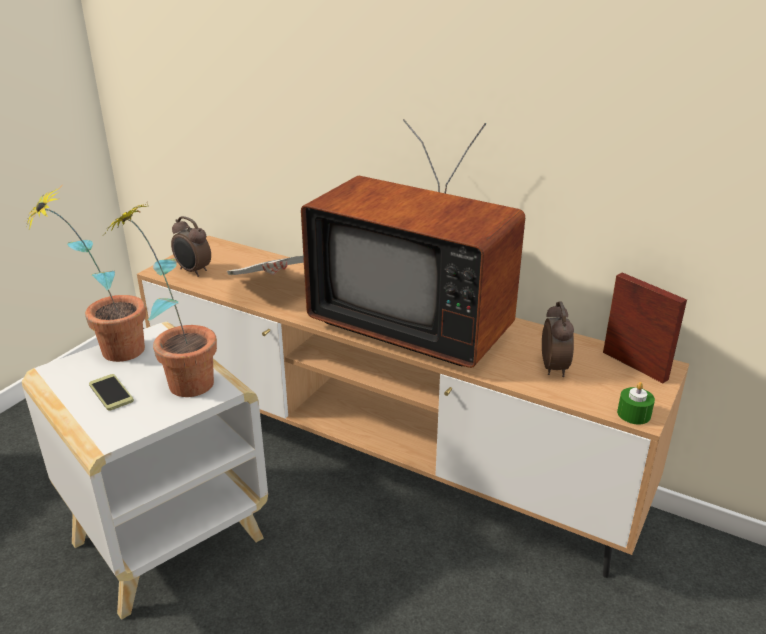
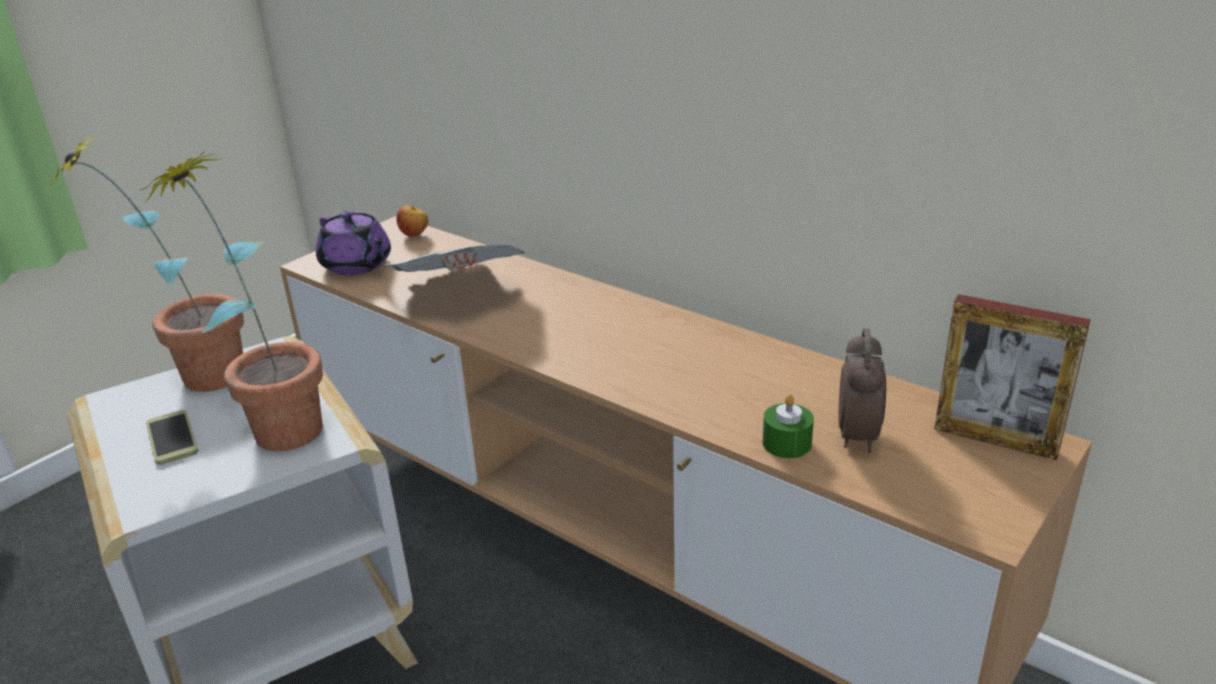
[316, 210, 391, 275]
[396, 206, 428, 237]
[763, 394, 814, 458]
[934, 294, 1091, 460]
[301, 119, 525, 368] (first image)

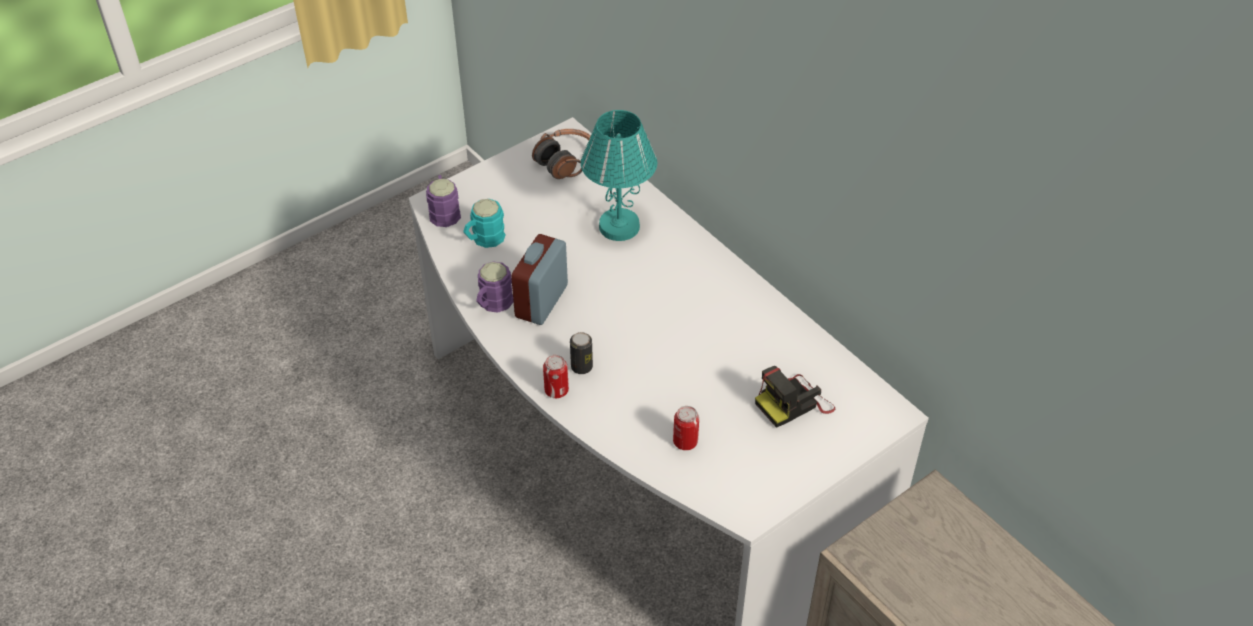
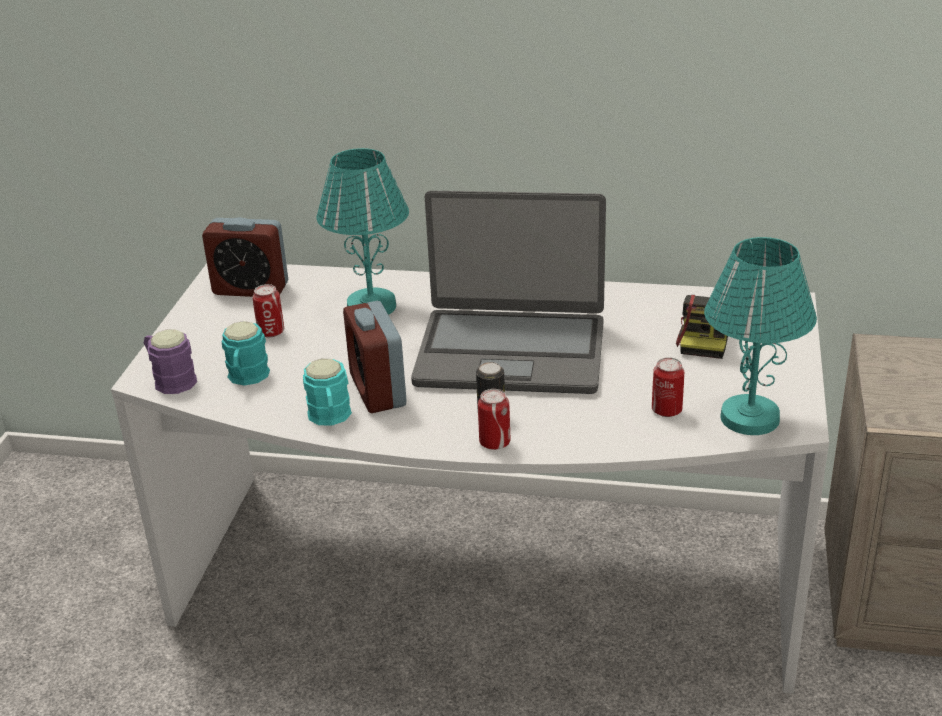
[202, 217, 288, 297]
[252, 284, 284, 337]
[303, 359, 352, 426]
[411, 191, 606, 394]
[704, 237, 817, 435]

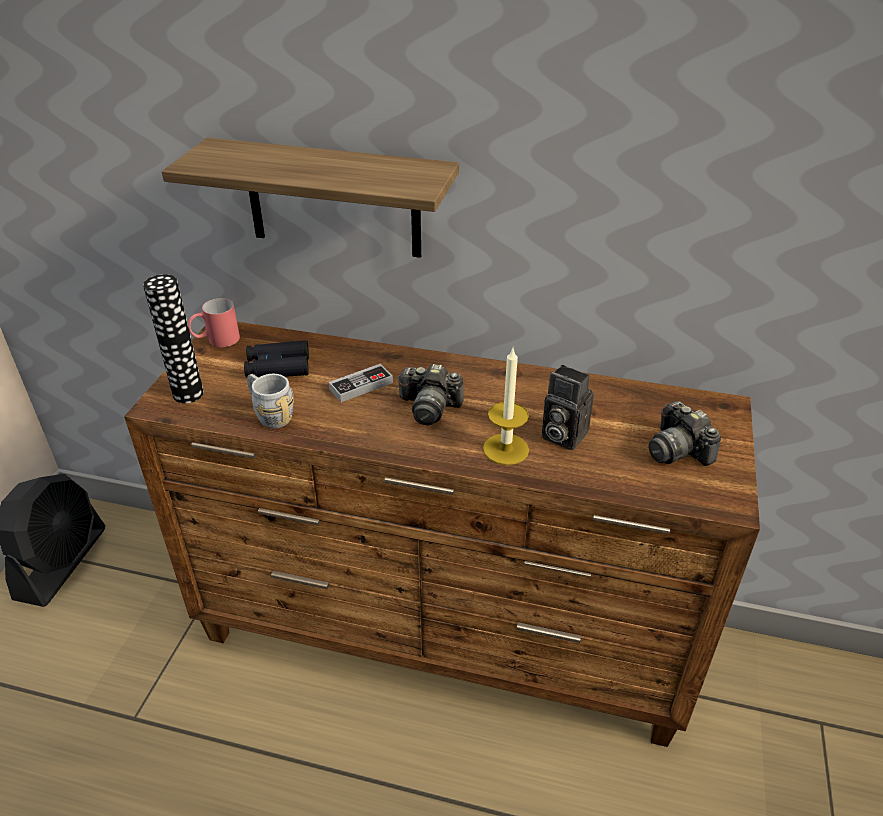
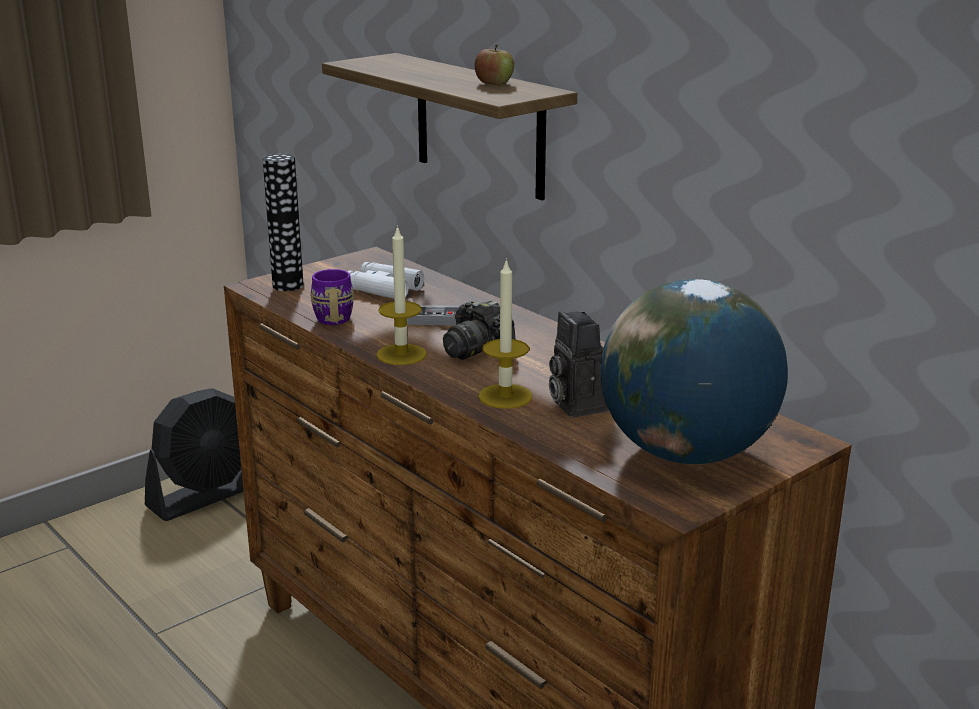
[311, 269, 354, 325]
[347, 262, 424, 299]
[376, 225, 427, 365]
[475, 44, 514, 85]
[600, 279, 788, 464]
[188, 298, 240, 347] (first image)

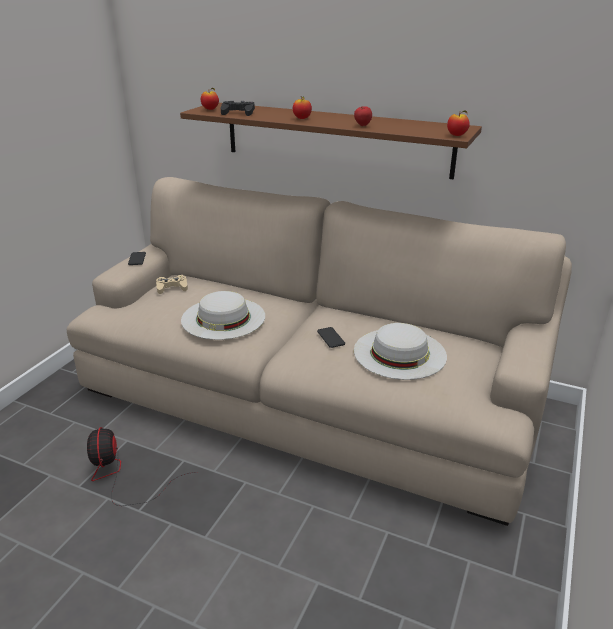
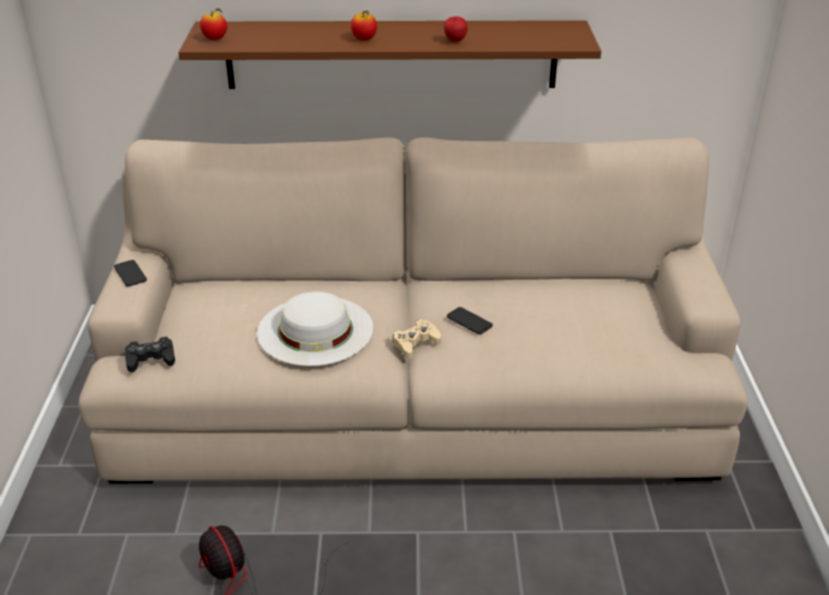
[125, 337, 175, 372]
[393, 320, 441, 359]
[354, 323, 447, 380] (first image)
[447, 110, 470, 136] (first image)

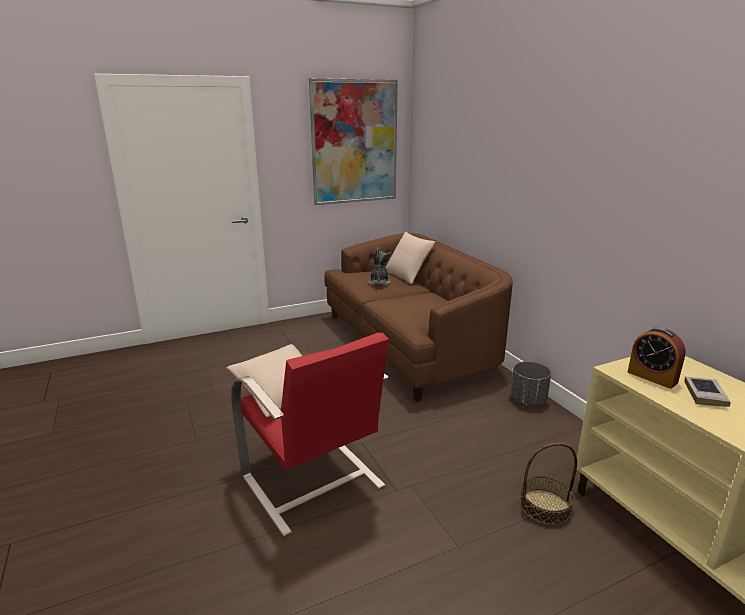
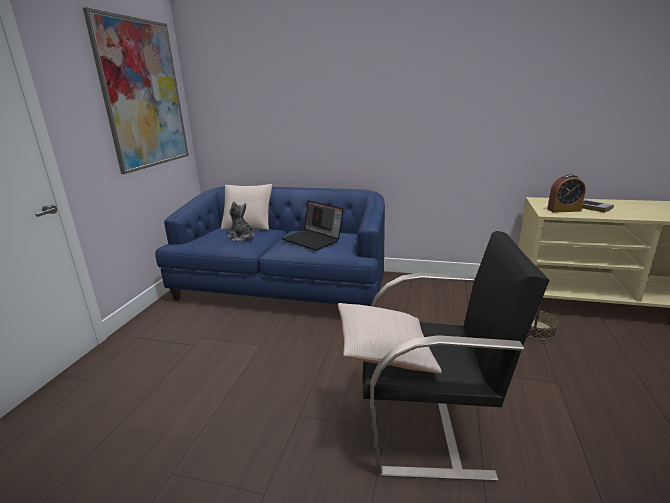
[155, 186, 385, 306]
[282, 200, 344, 251]
[362, 231, 550, 481]
[511, 362, 551, 405] (first image)

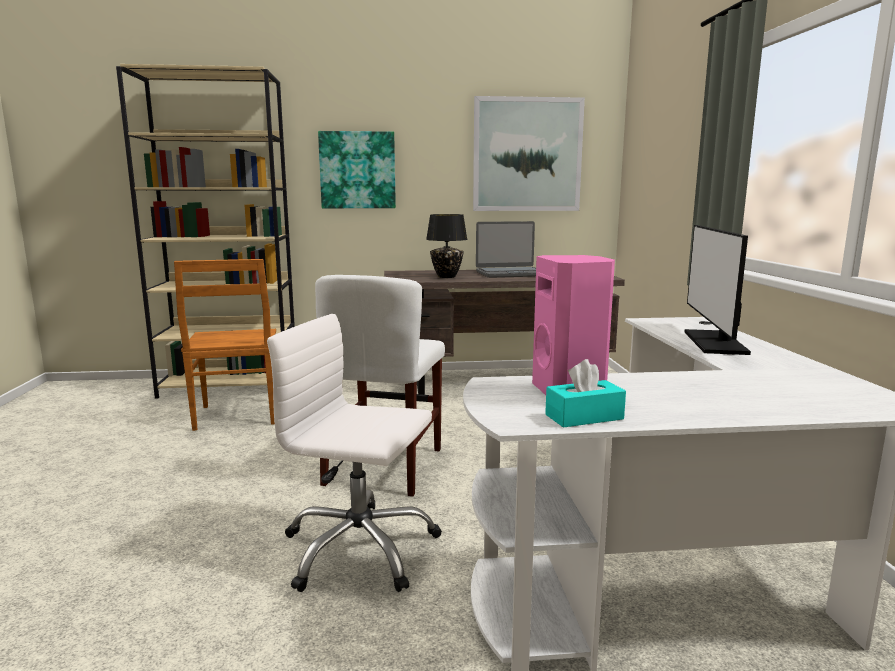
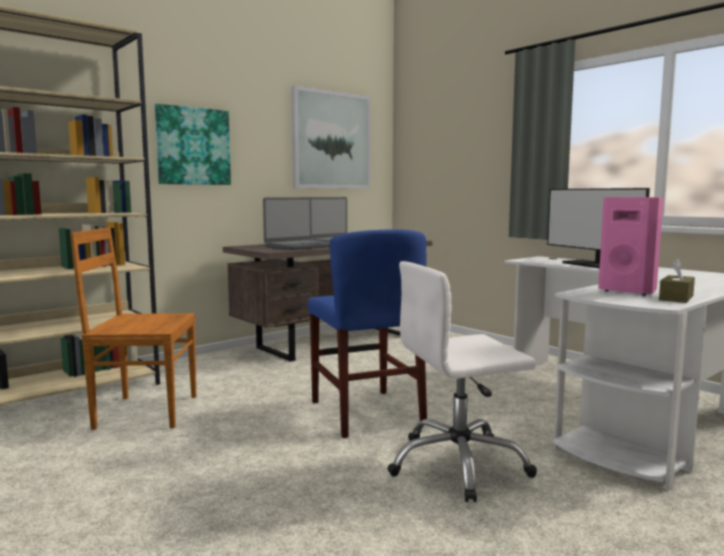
[70, 227, 196, 430]
[263, 197, 330, 250]
[308, 229, 427, 438]
[659, 259, 695, 303]

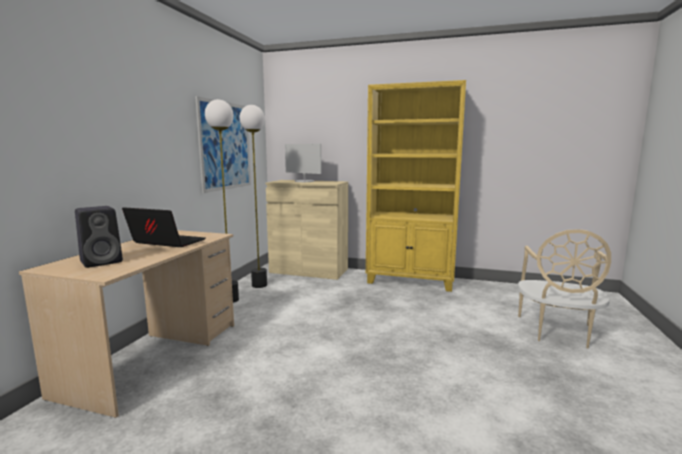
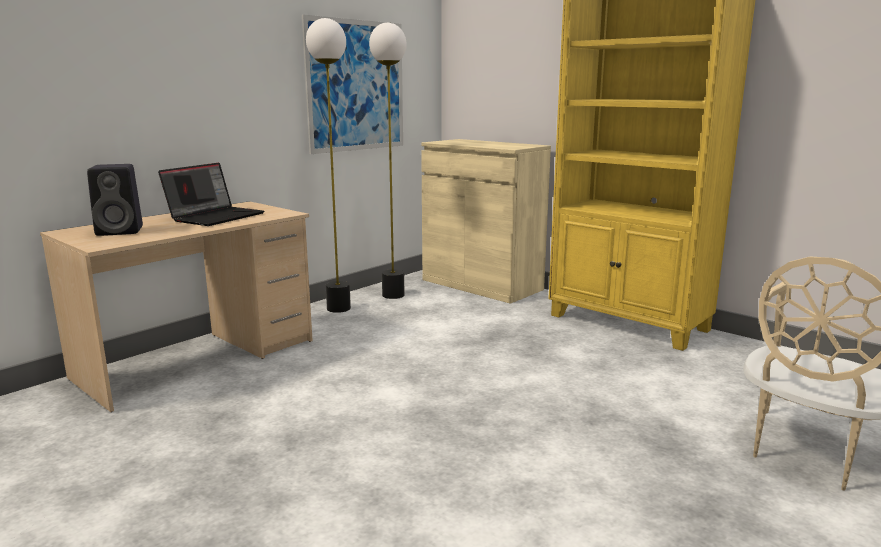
[158, 163, 264, 226]
[285, 144, 322, 182] (first image)

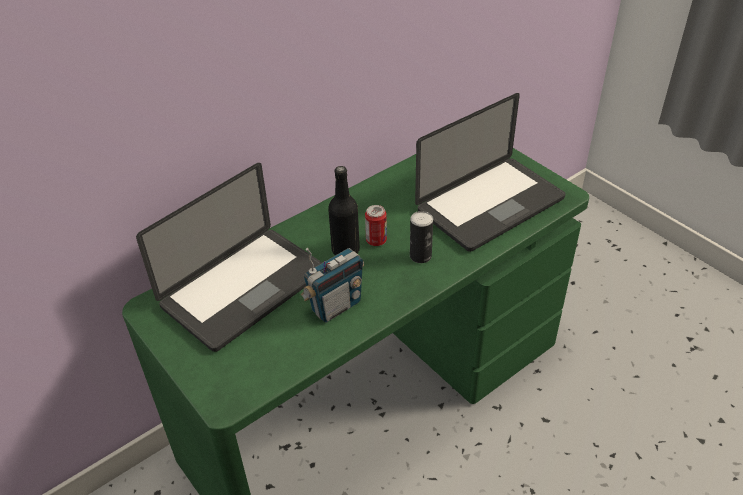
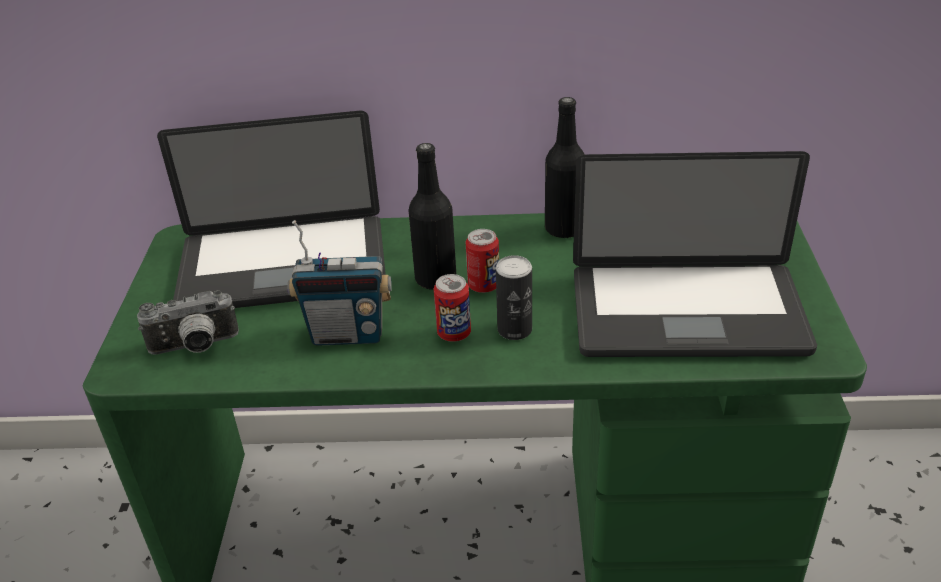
[137, 290, 239, 355]
[434, 274, 471, 342]
[545, 97, 585, 239]

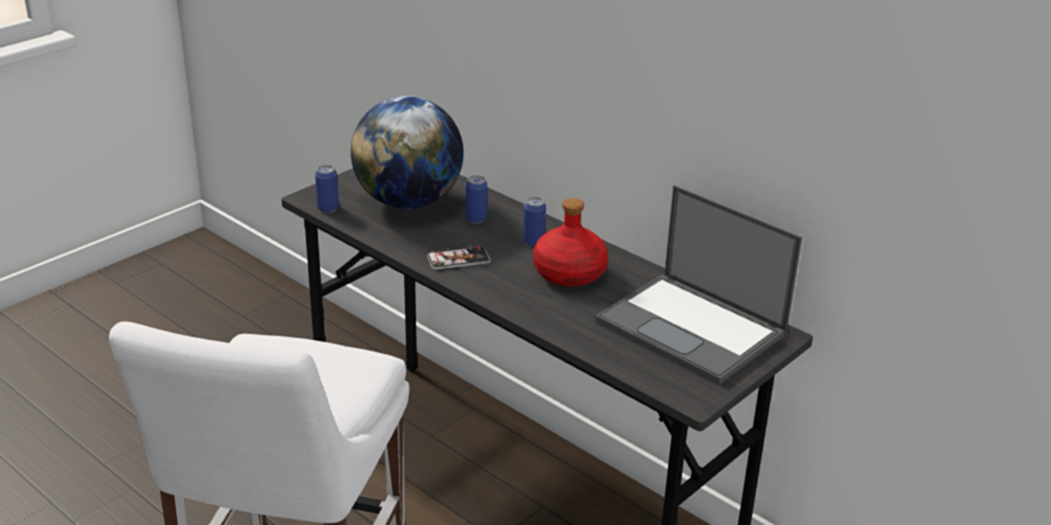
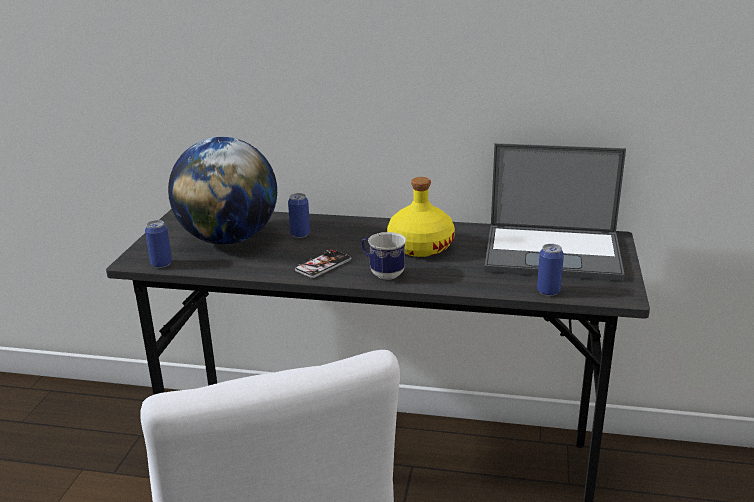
[361, 232, 406, 280]
[387, 177, 455, 257]
[537, 244, 564, 296]

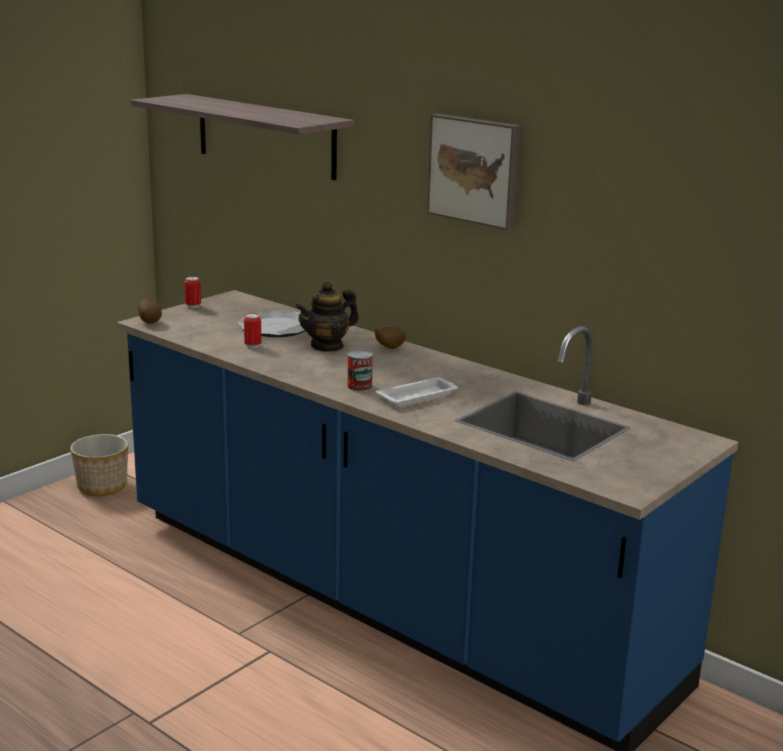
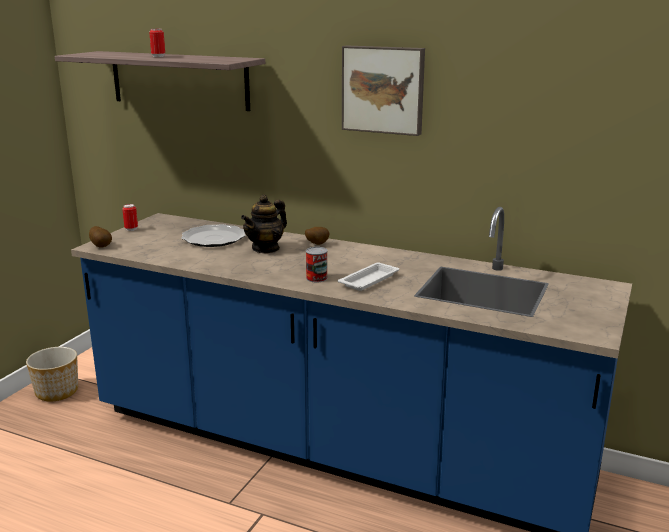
[149, 29, 165, 57]

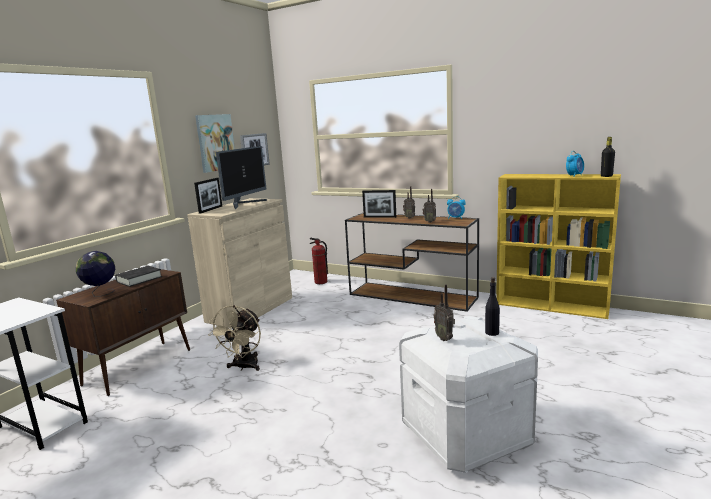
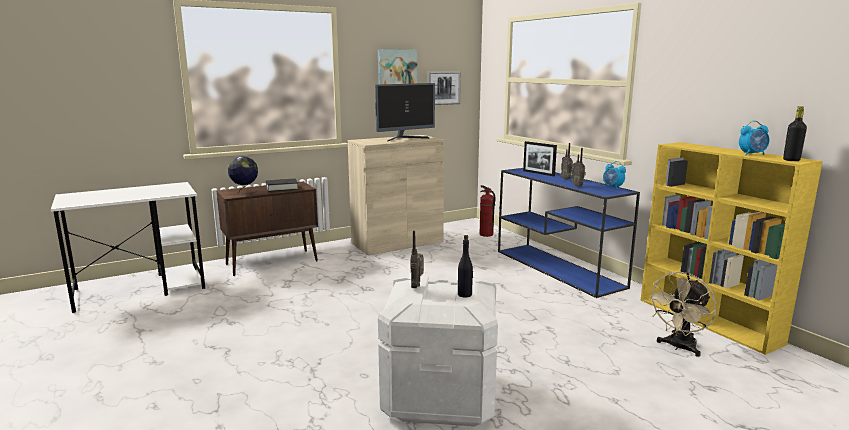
[498, 168, 640, 298]
[647, 271, 716, 357]
[194, 178, 222, 214] (first image)

